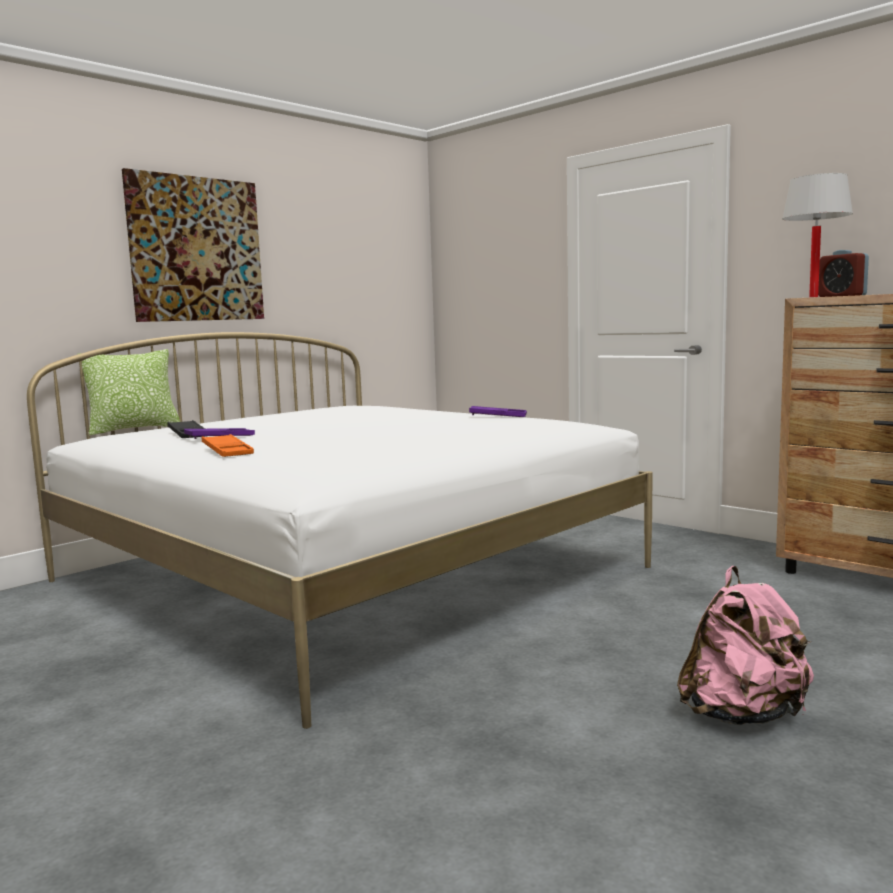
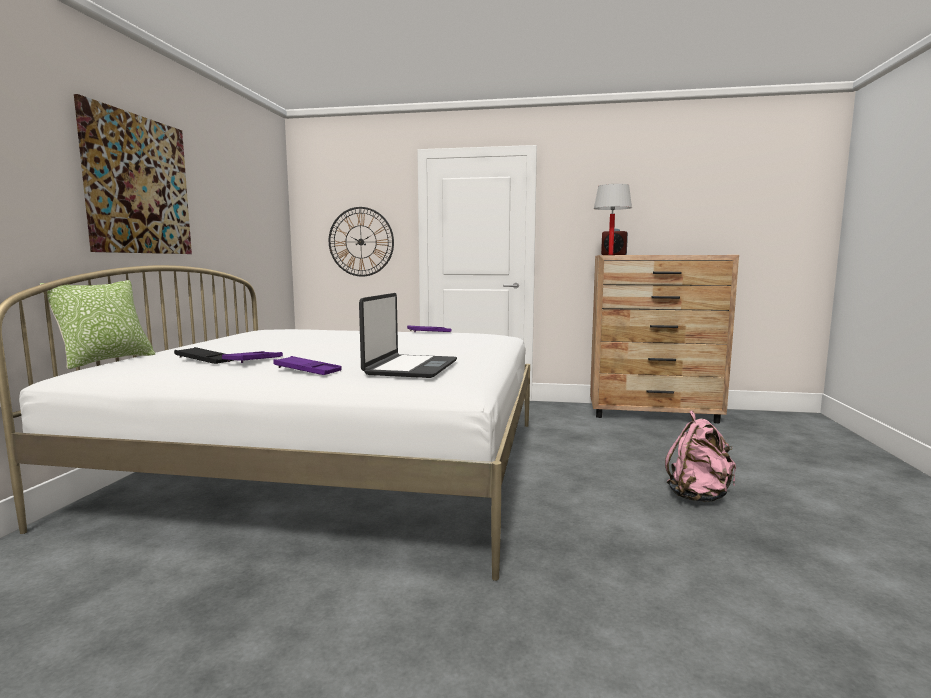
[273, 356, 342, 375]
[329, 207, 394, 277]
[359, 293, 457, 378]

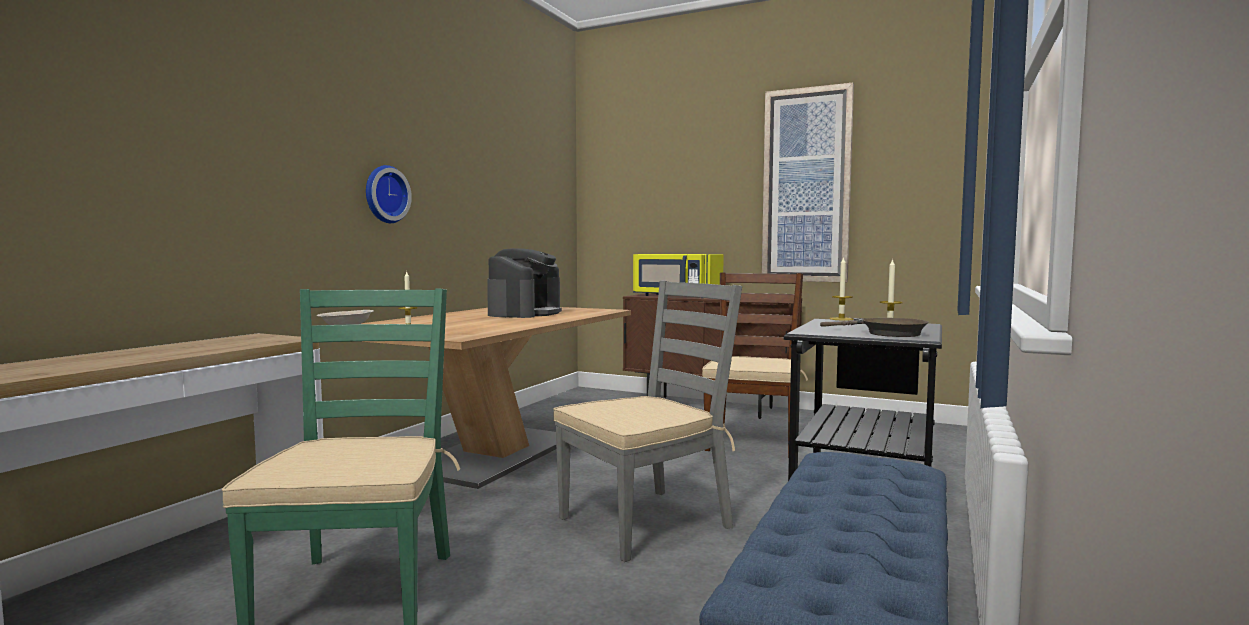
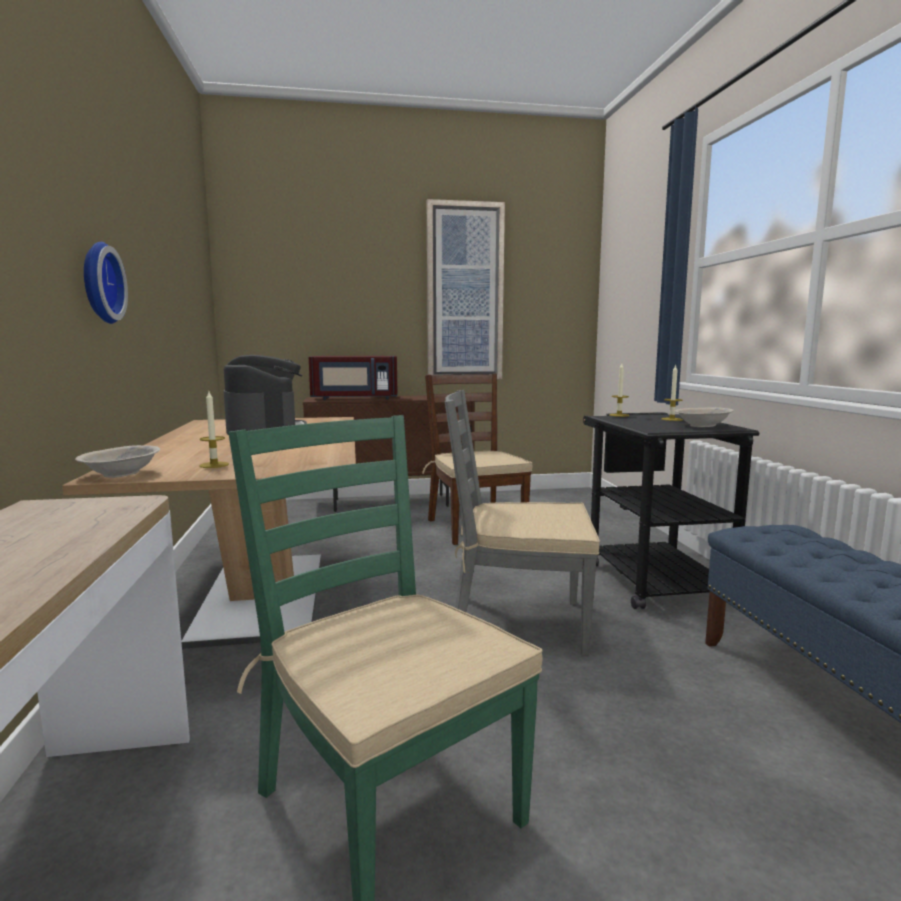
[309, 356, 398, 400]
[445, 390, 600, 655]
[674, 407, 734, 427]

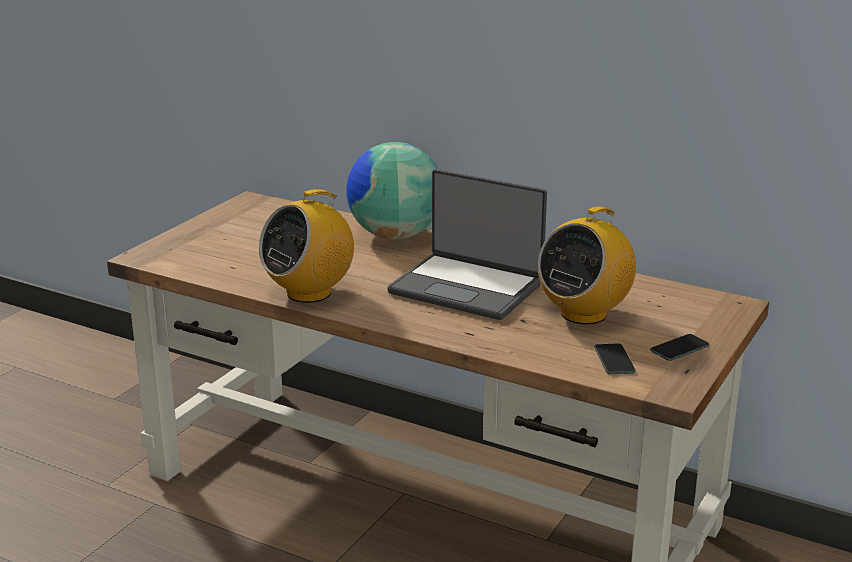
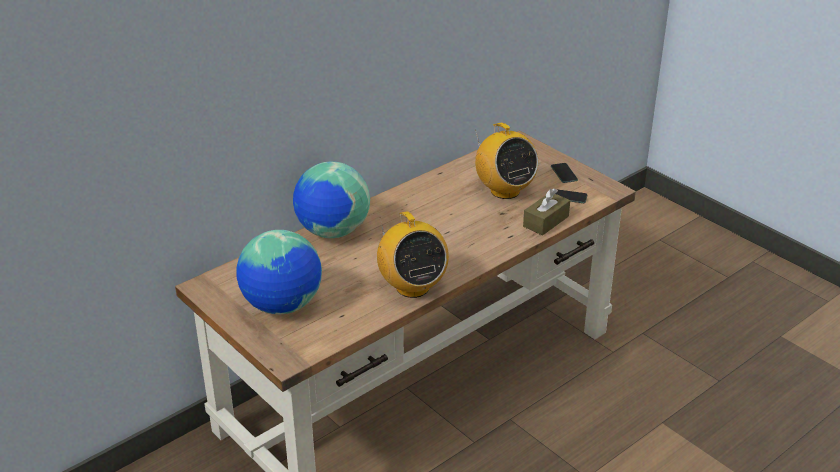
[237, 230, 322, 314]
[523, 188, 570, 236]
[387, 169, 547, 320] (first image)

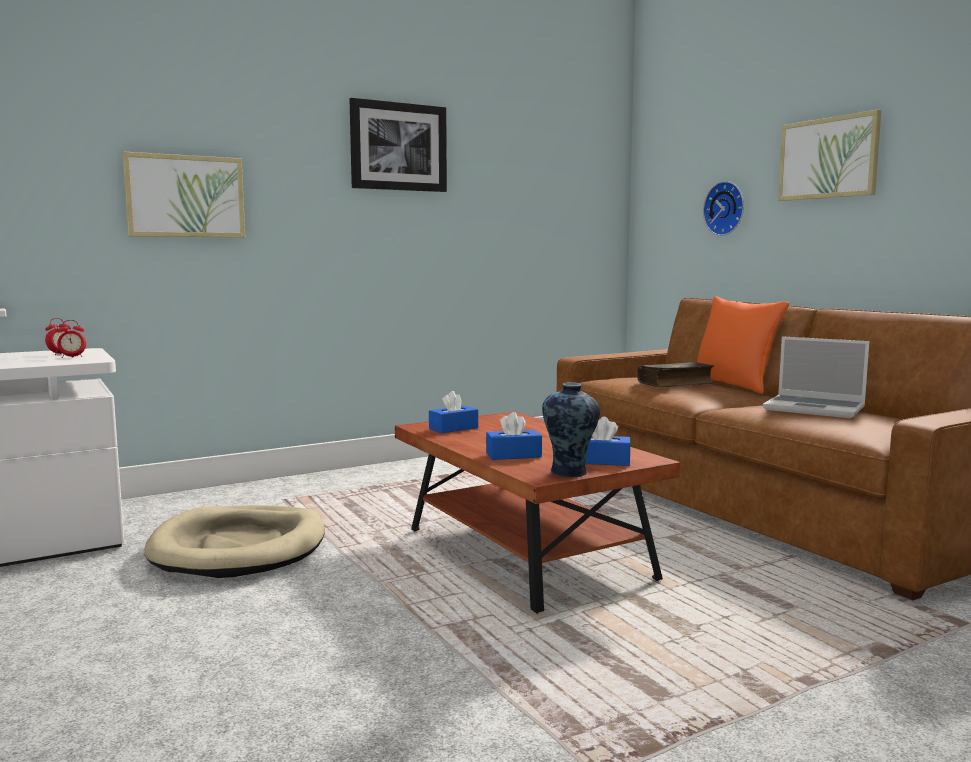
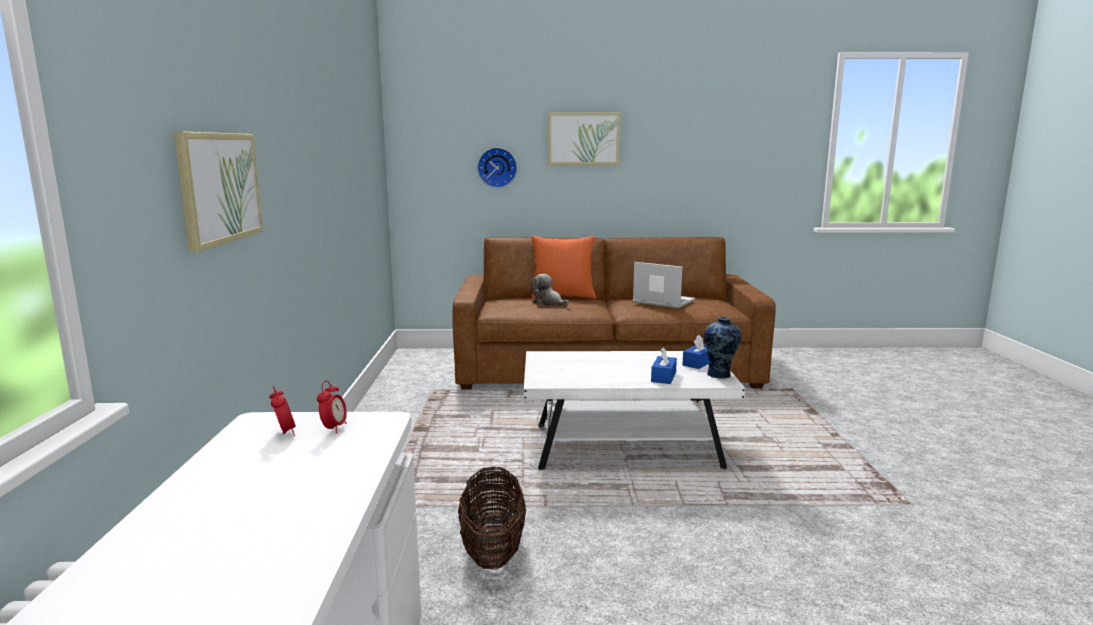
[458, 466, 526, 569]
[524, 351, 745, 470]
[531, 274, 569, 306]
[633, 262, 695, 308]
[349, 98, 447, 192] (first image)
[429, 391, 478, 433] (first image)

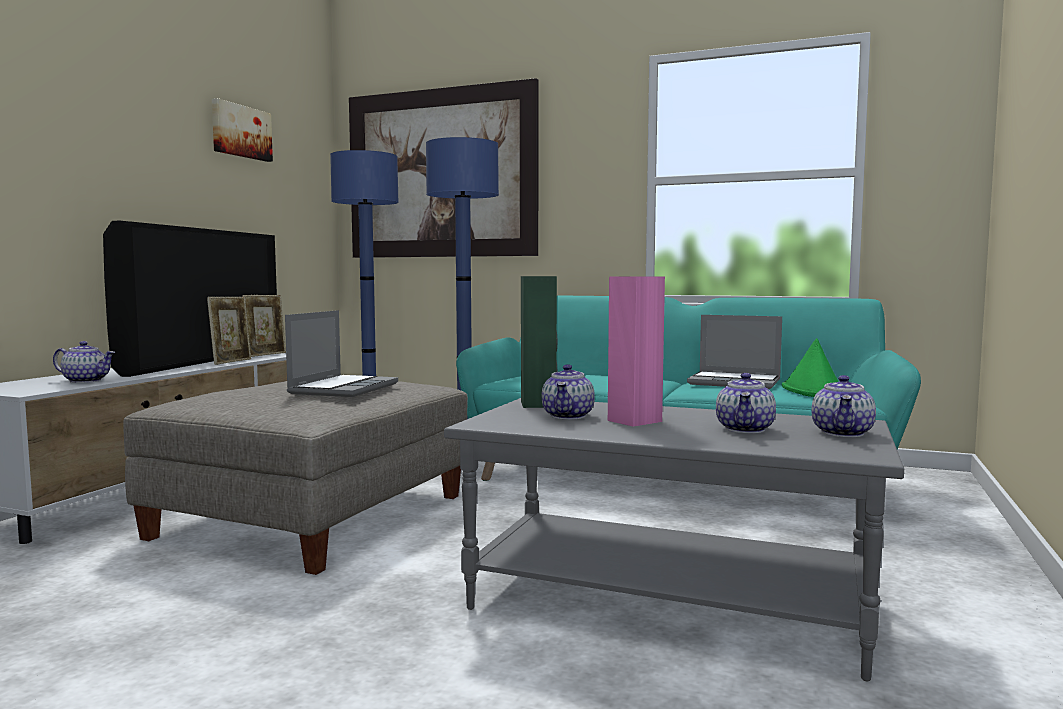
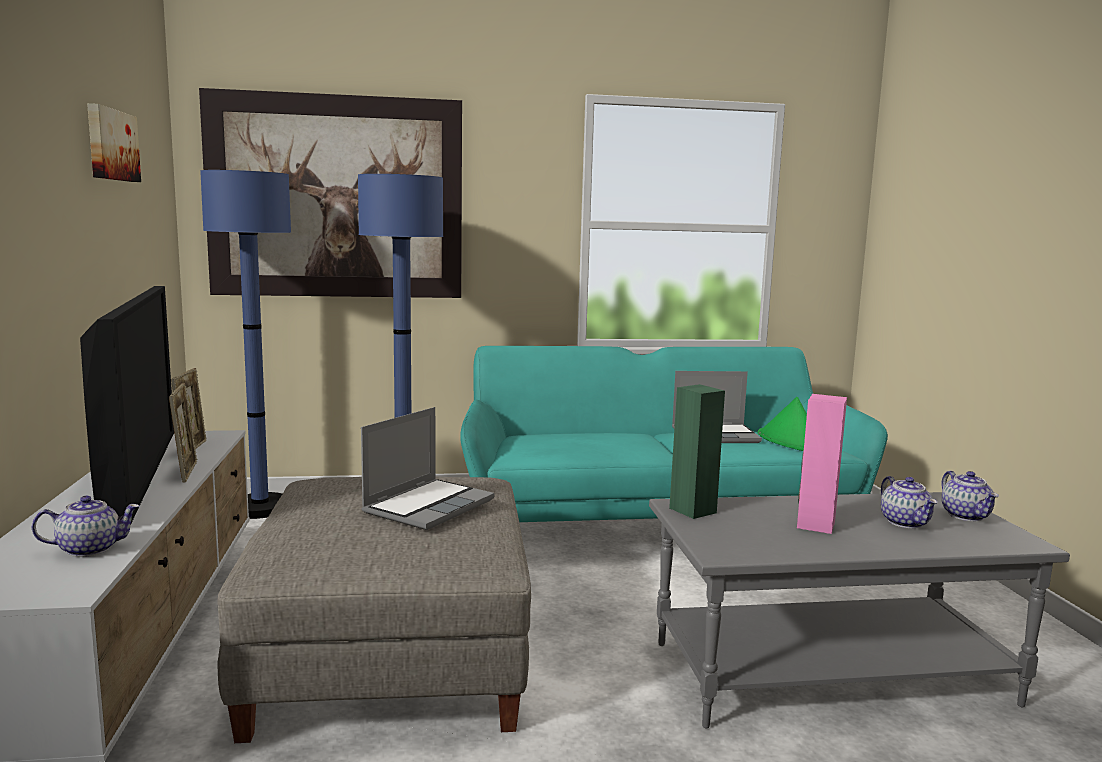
[361, 407, 494, 530]
[541, 364, 595, 419] (first image)

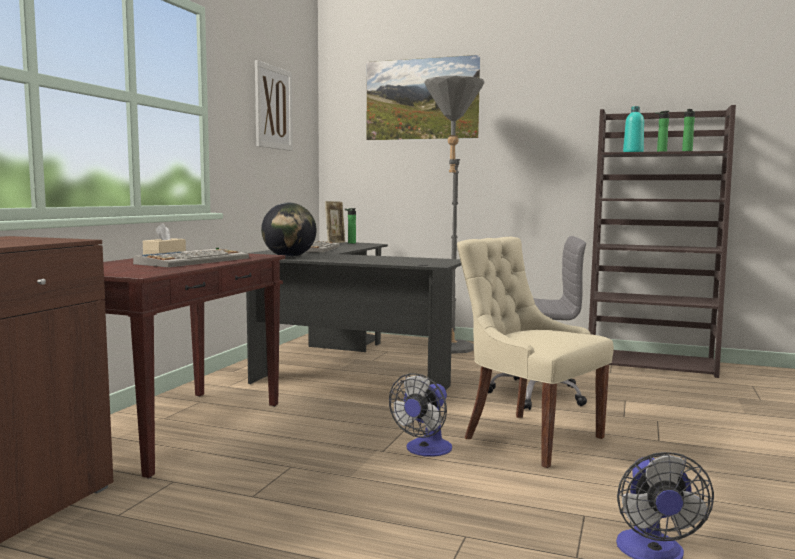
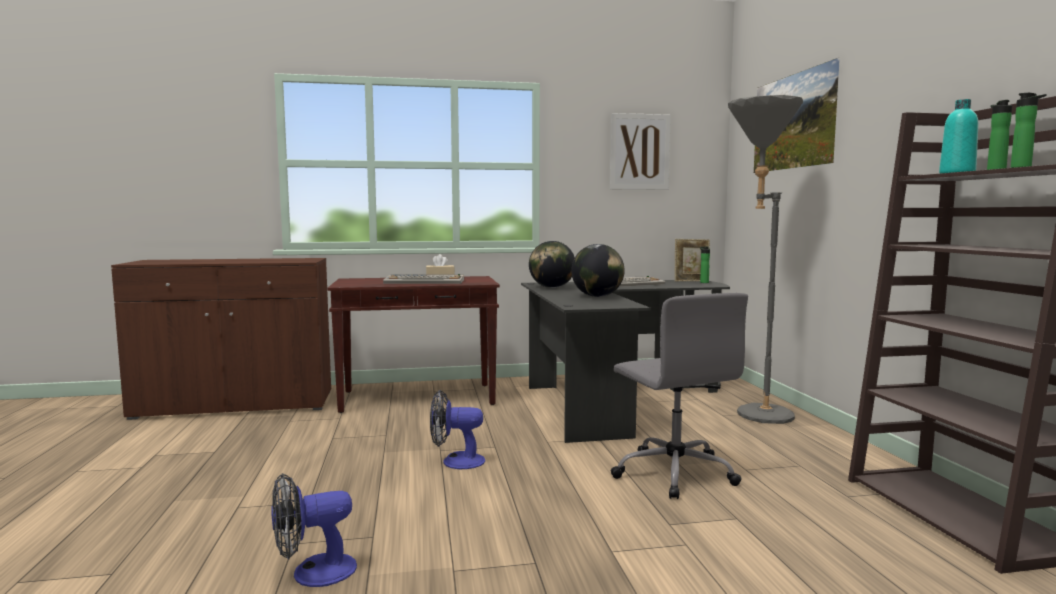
[571, 244, 625, 297]
[457, 237, 614, 468] (first image)

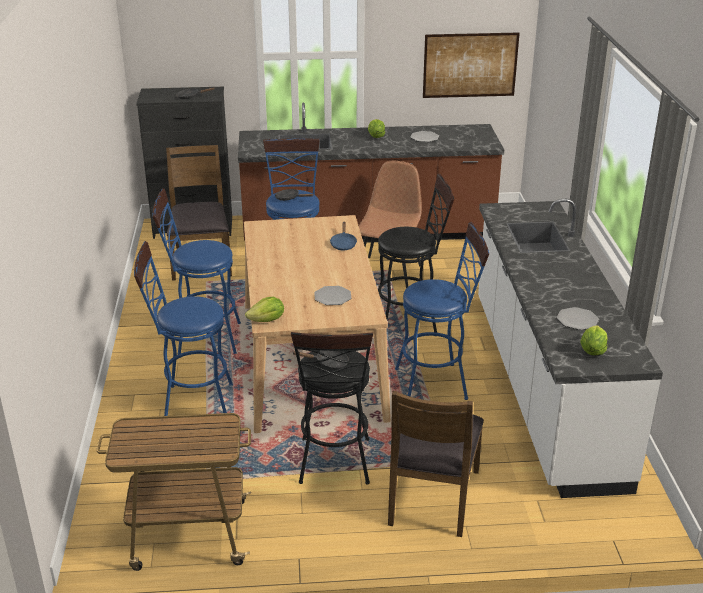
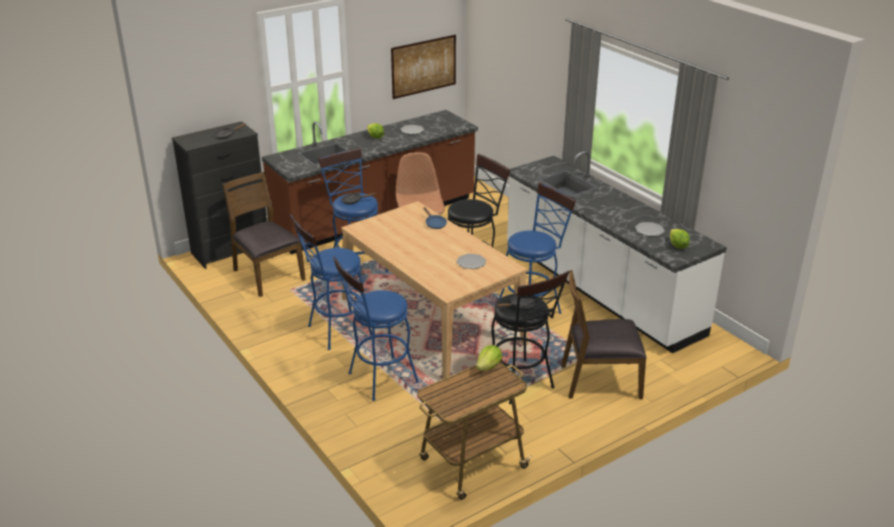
[476, 345, 502, 371]
[561, 270, 647, 399]

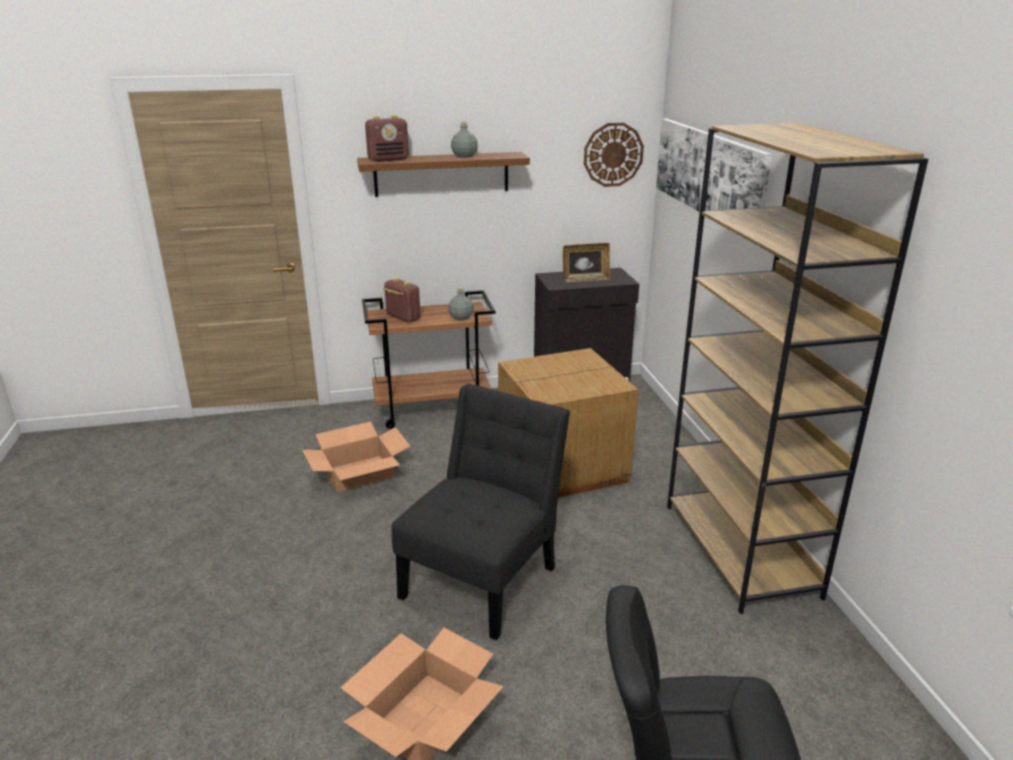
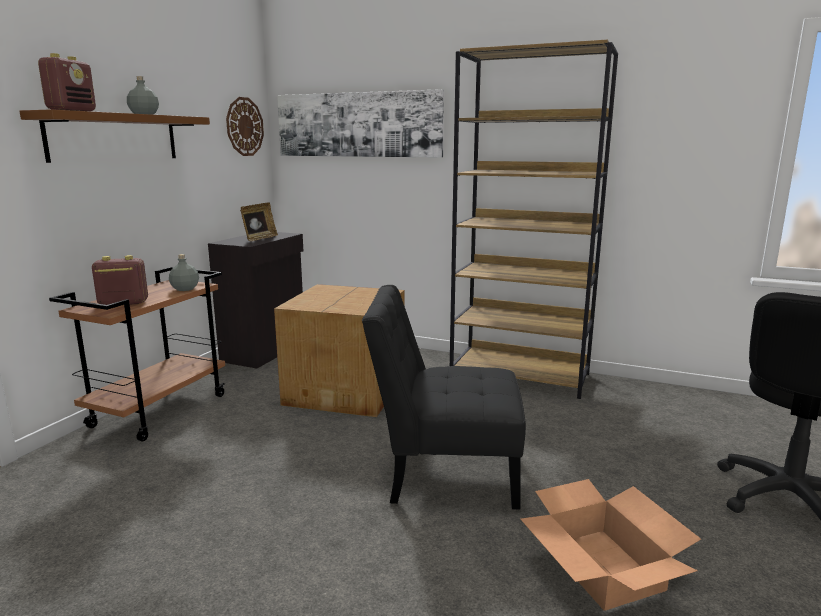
[362, 285, 526, 510]
[302, 422, 410, 492] (first image)

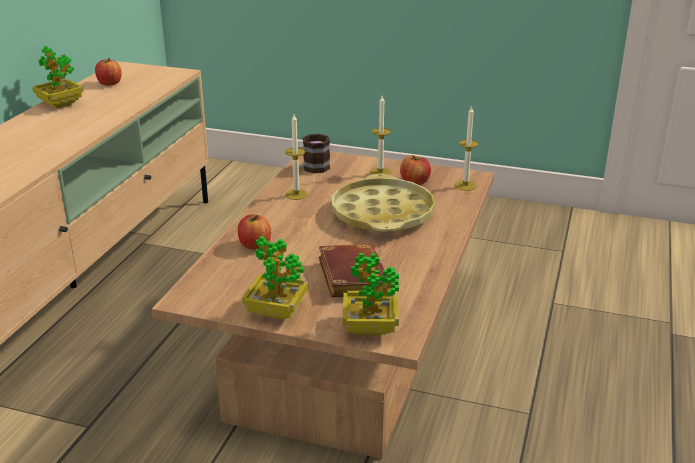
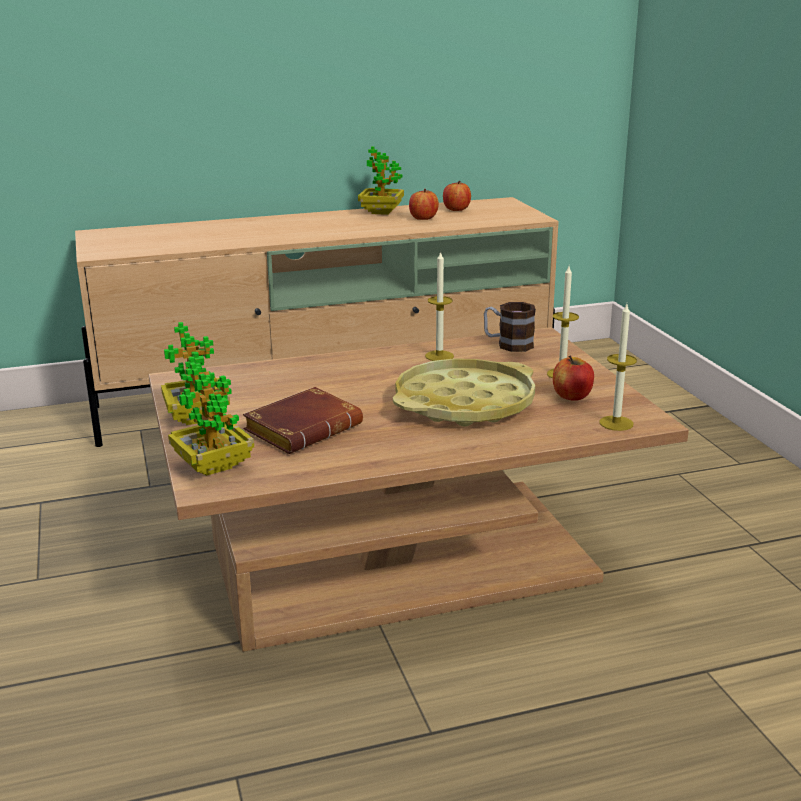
[409, 189, 439, 220]

